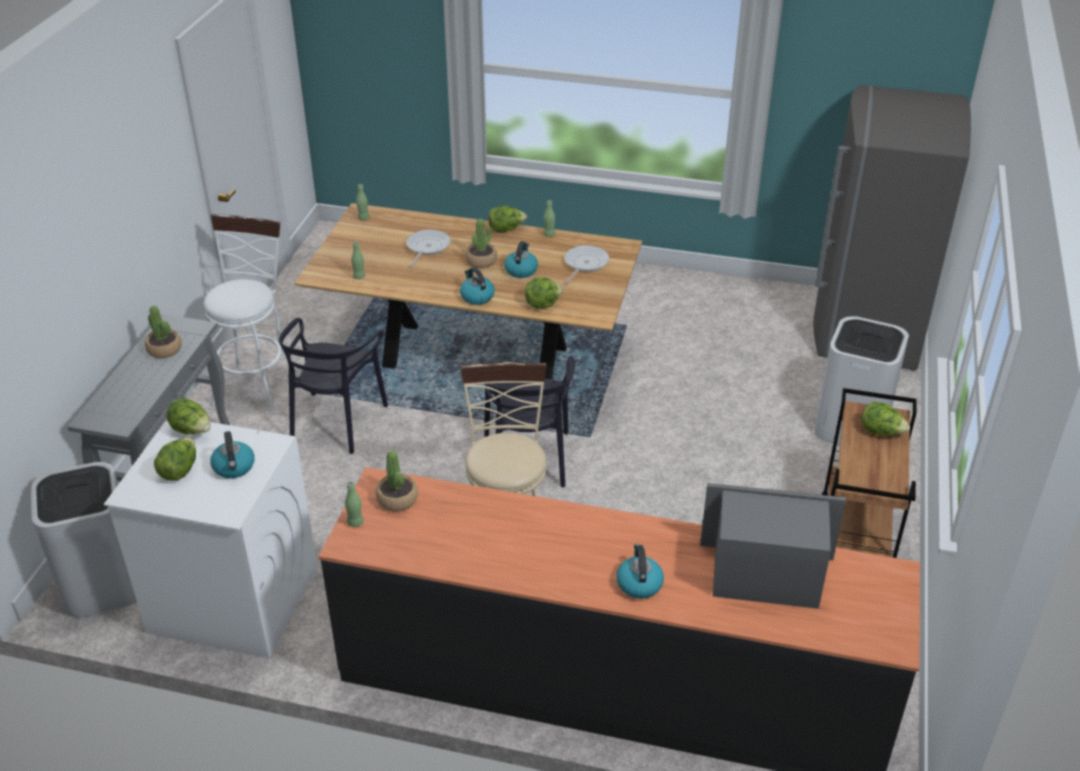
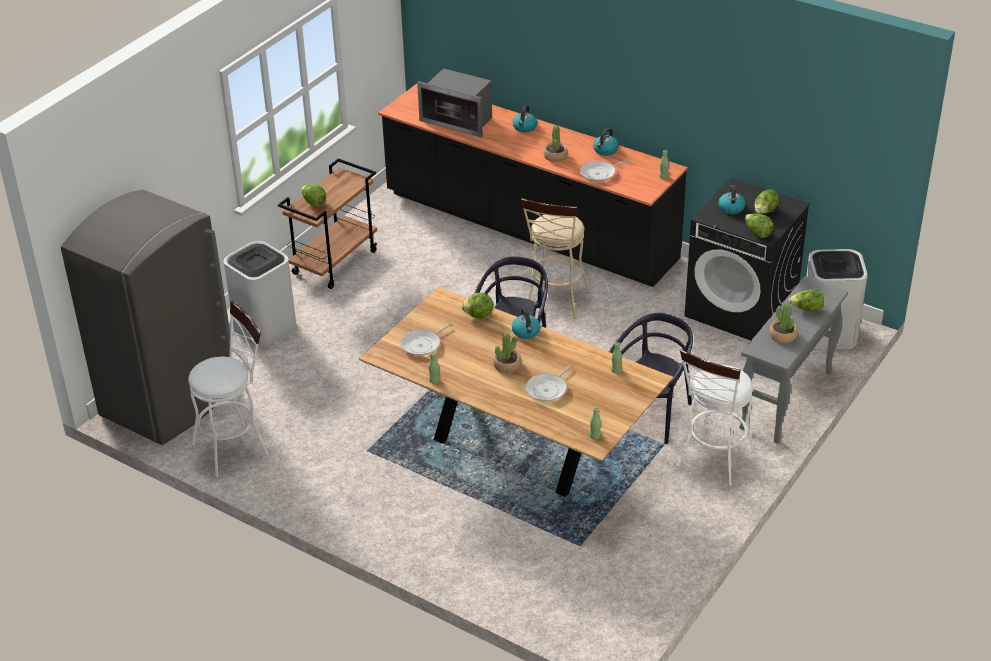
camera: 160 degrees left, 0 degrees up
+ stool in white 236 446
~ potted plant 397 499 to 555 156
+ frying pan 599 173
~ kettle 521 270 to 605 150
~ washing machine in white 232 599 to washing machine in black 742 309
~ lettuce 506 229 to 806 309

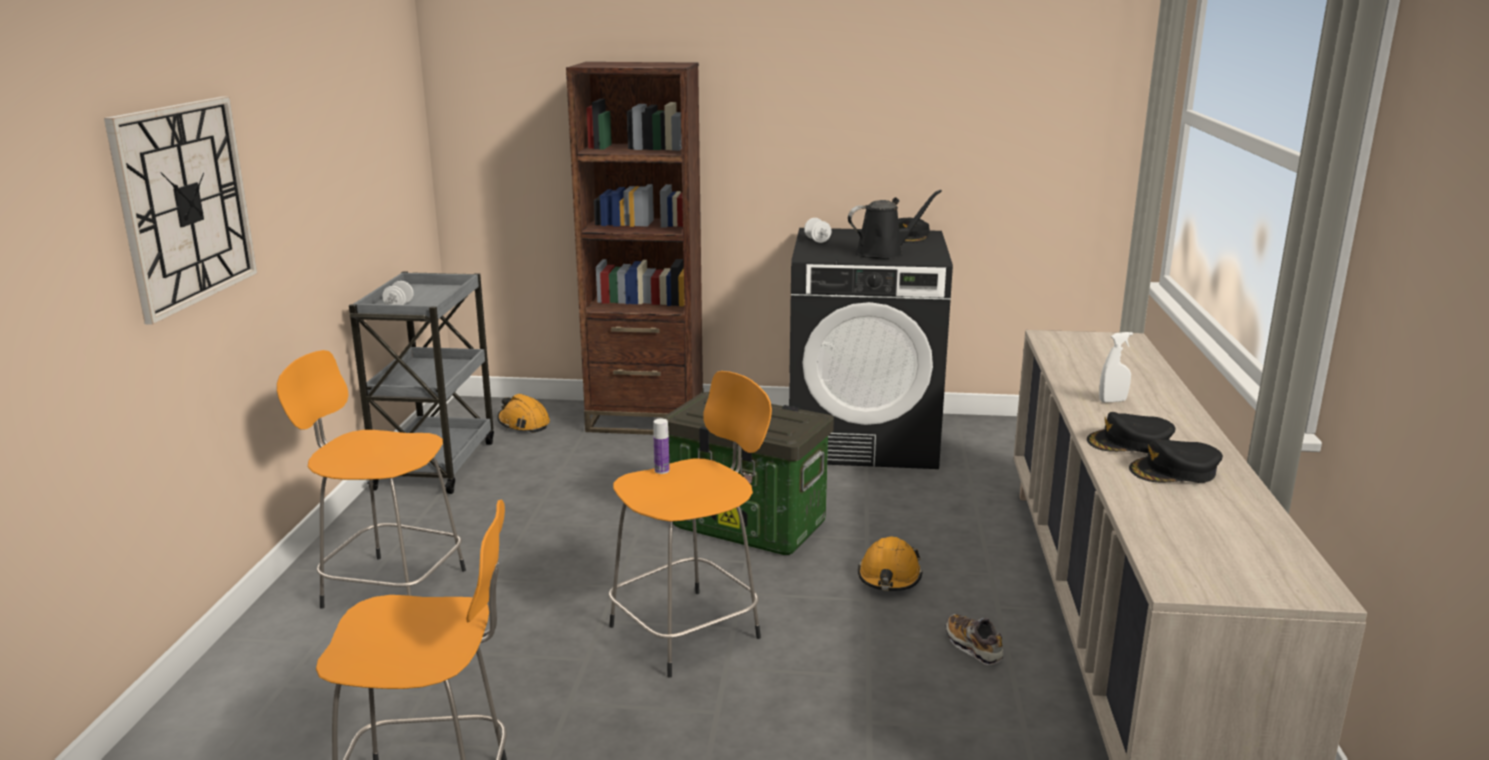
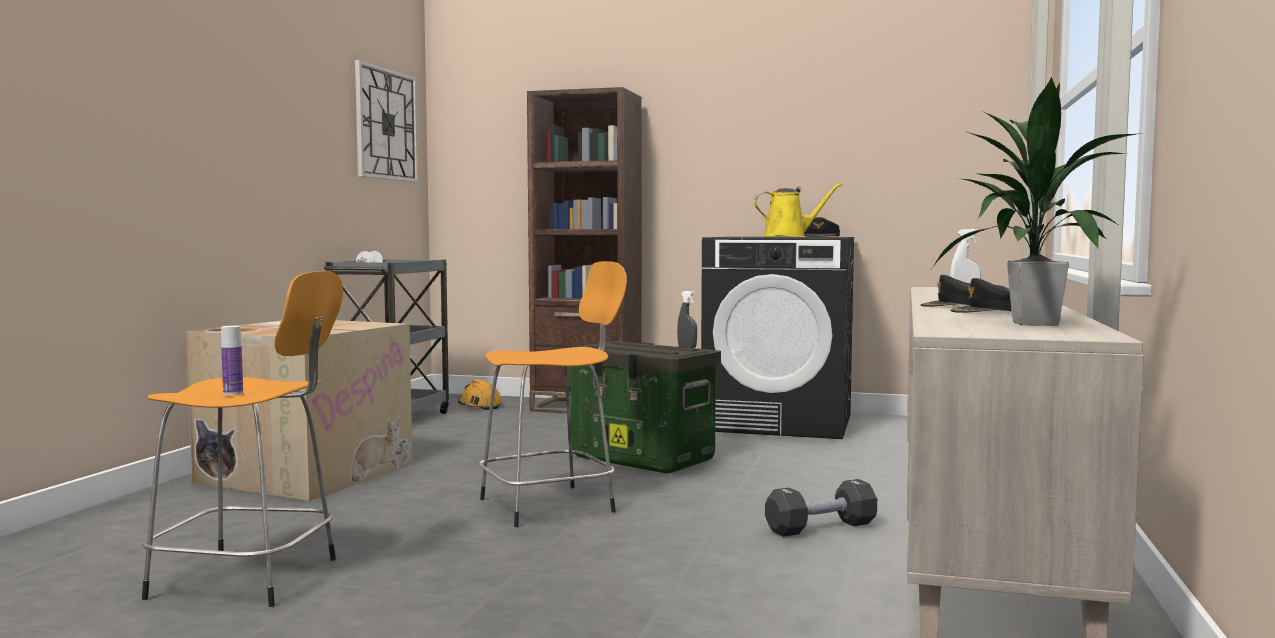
camera: 10 degrees right, 15 degrees down
~ stool in orange 390 587 to cardboard box 306 472
~ bottle 662 470 to 233 393
~ wall clock 185 204 to 386 124
+ spray bottle in grey 687 347
~ watering can in black 884 253 to watering can in yellow 789 236
~ shoe 973 647 to dumbbell in black 821 527
+ potted plant 1035 323
- dumbbell in white 817 240
- hard hat in orange 889 577

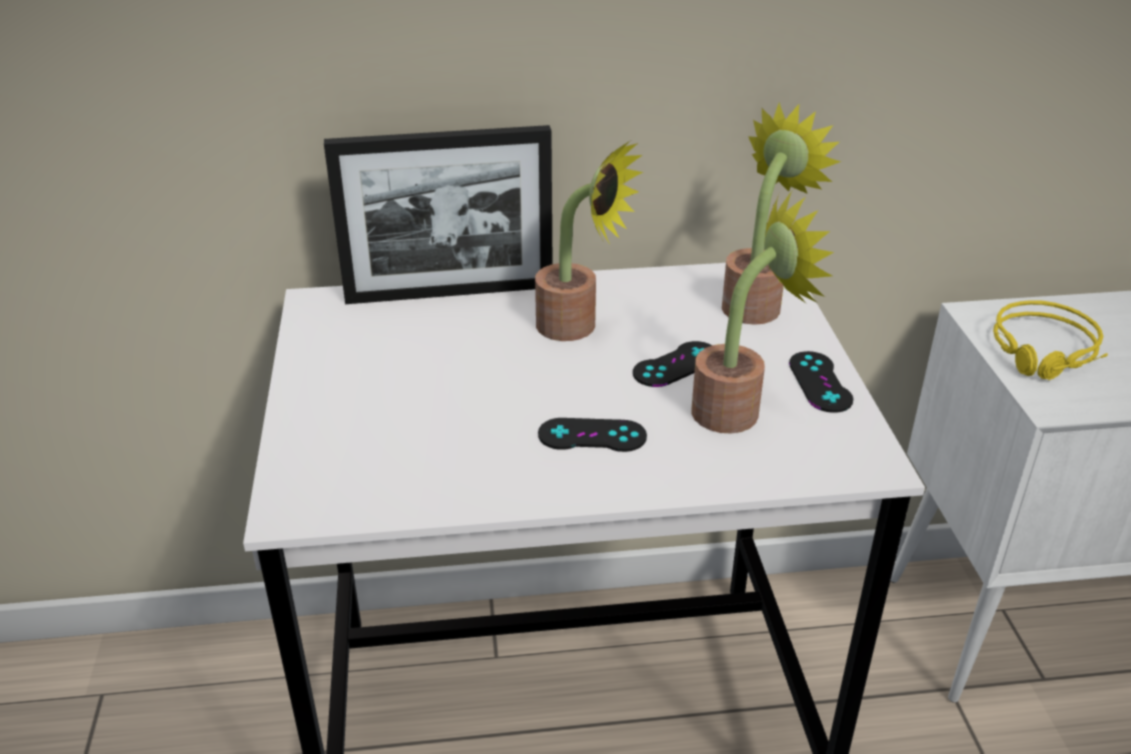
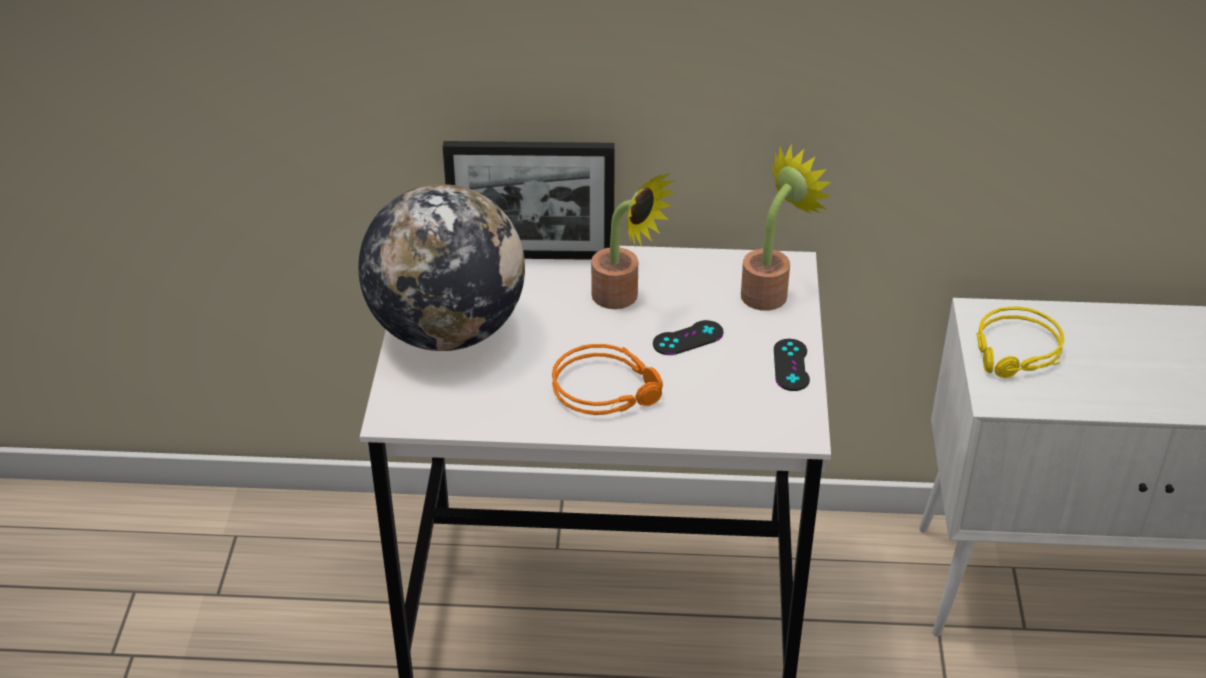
camera: 10 degrees right, 5 degrees up
+ globe 447 331
~ game controller in black 592 436 to headphones in orange 608 388
- potted plant 738 409

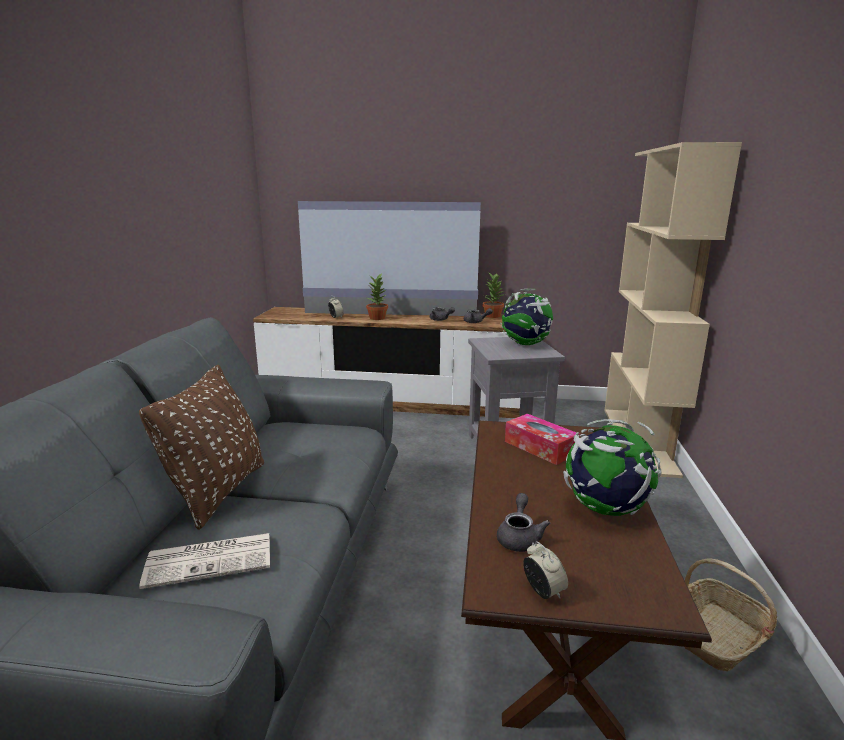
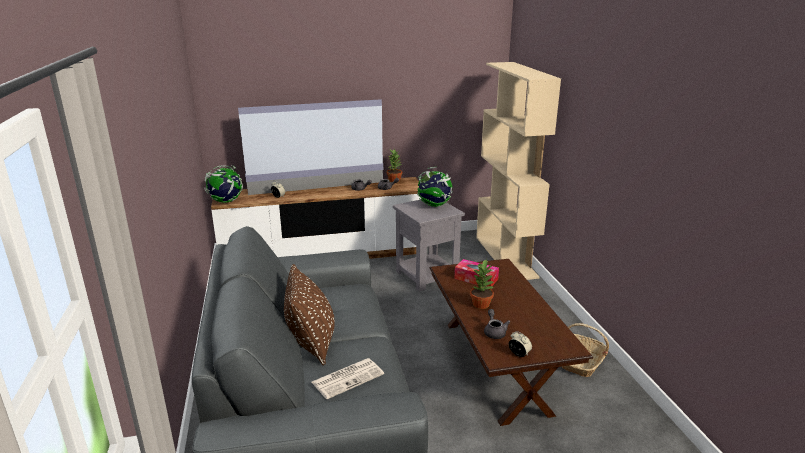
camera: 20 degrees left, 5 degrees up
~ globe 605 509 to 226 201
~ potted plant 378 318 to 481 304

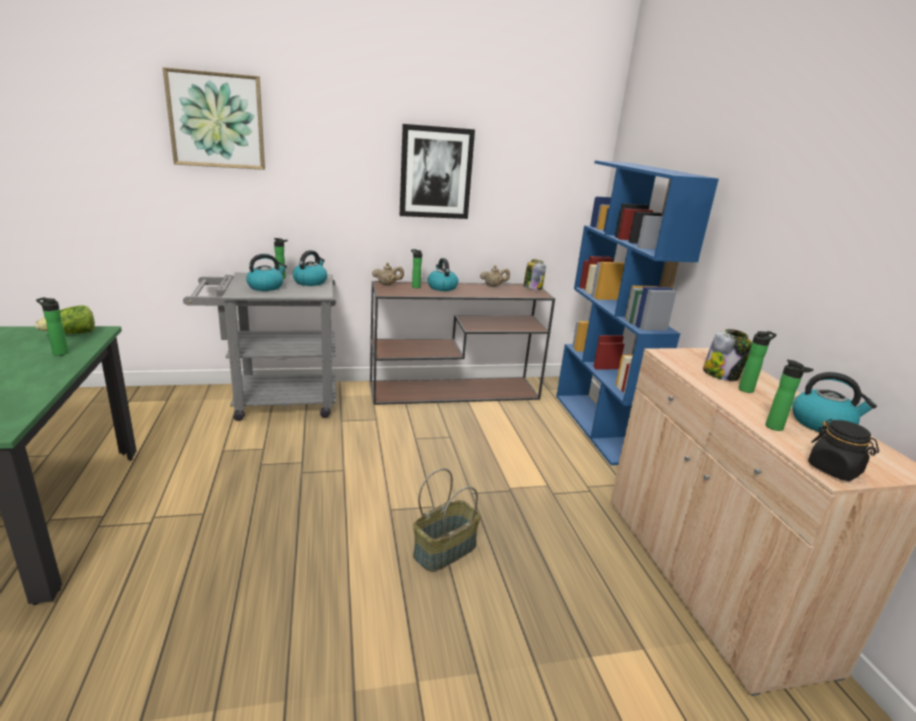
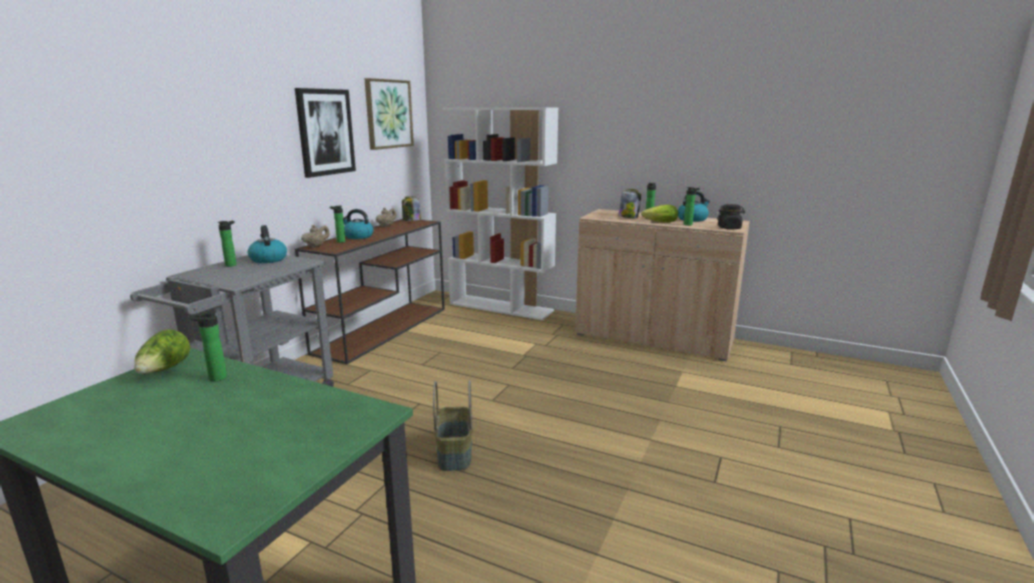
camera: 50 degrees left, 5 degrees down
~ picture 217 120 to 388 114
~ basket 444 549 to 454 453
~ bookcase in blue 598 427 to bookcase in white 501 307
+ lettuce 658 222
- kettle 266 287

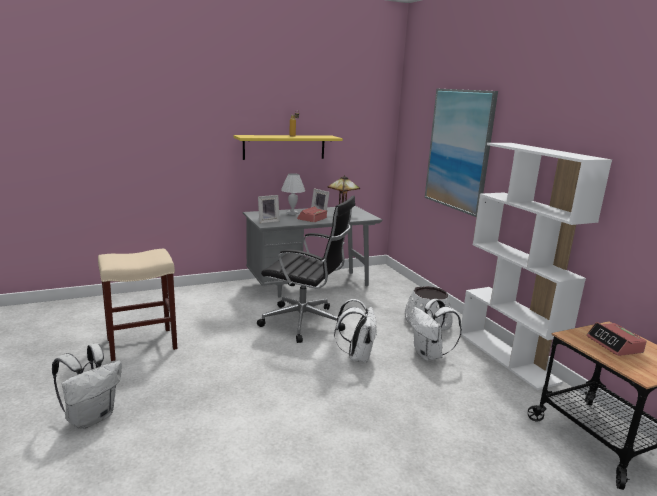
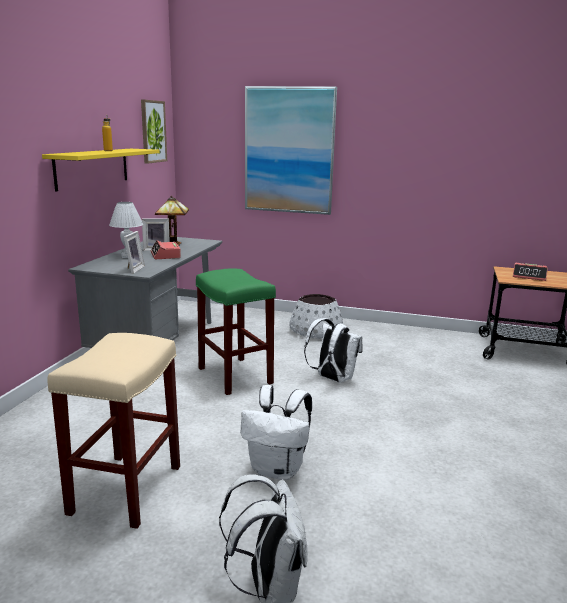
camera: 50 degrees left, 0 degrees up
+ picture 153 131
~ office chair in black 305 323 to stool in green 236 376
~ backpack in white 429 355 to 278 469
- bookcase in white 507 357

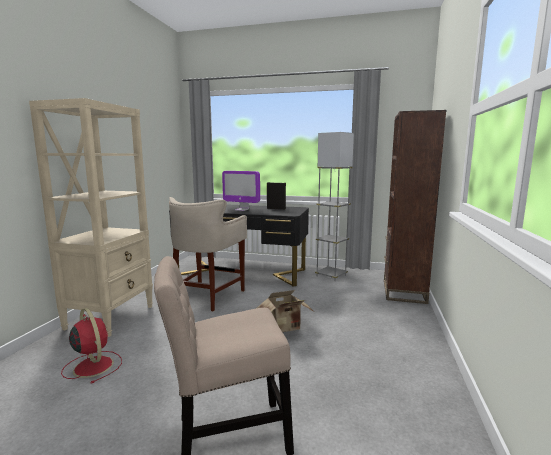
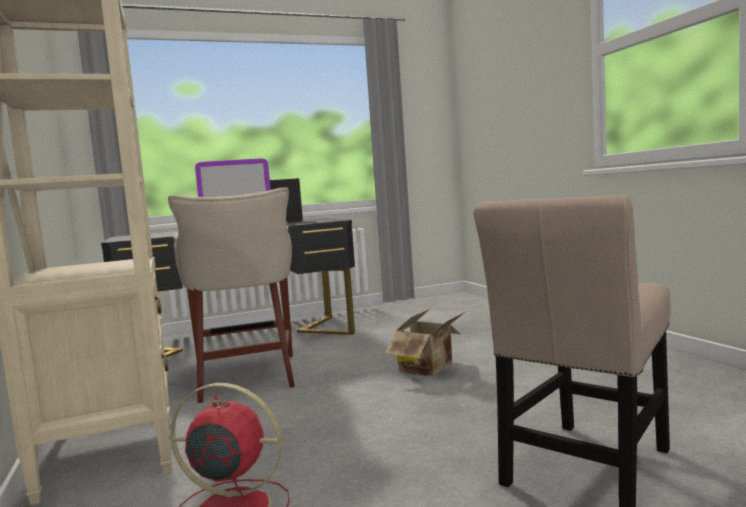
camera: 35 degrees left, 5 degrees down
- floor lamp in grey 331 276
- bookcase in brown 403 291

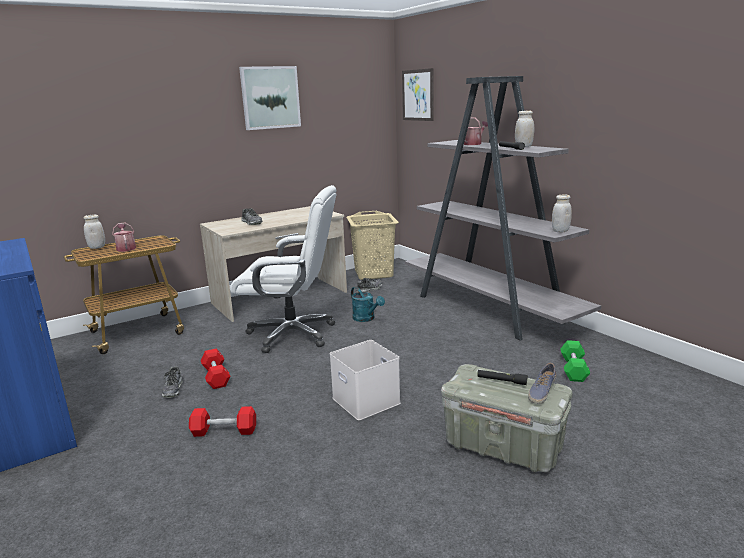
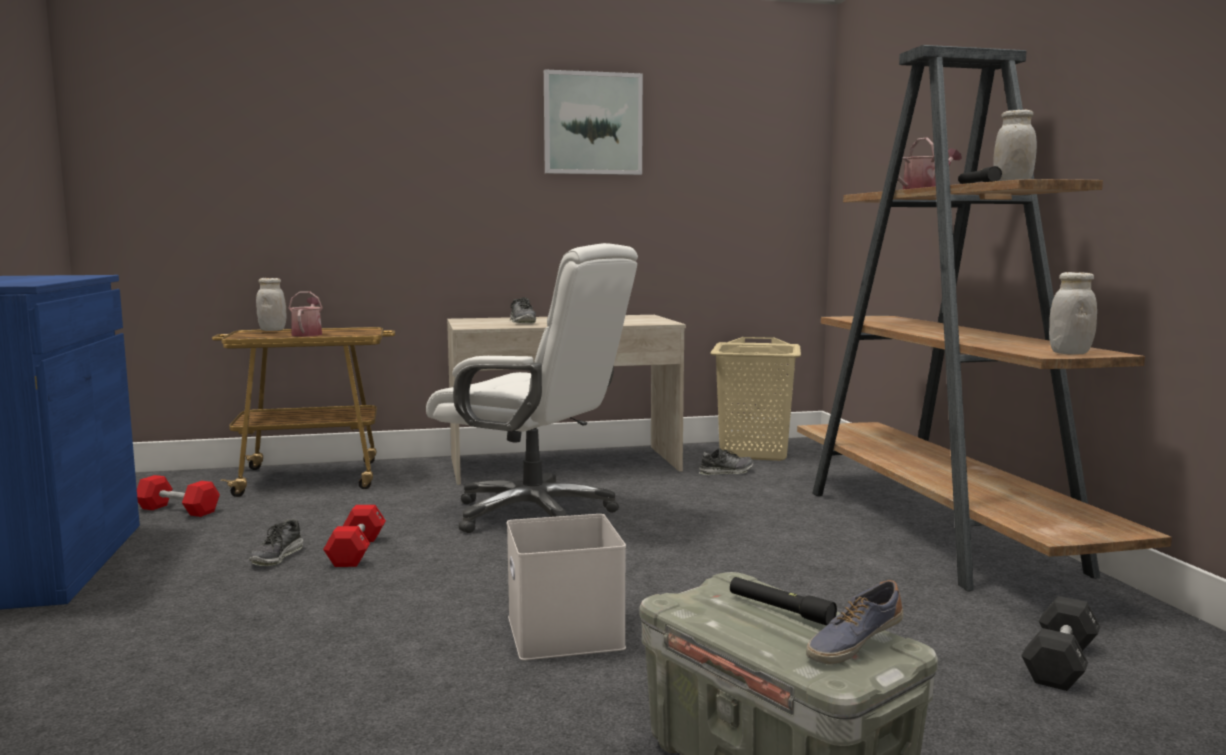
camera: 20 degrees right, 10 degrees down
~ dumbbell in red 224 431 to 178 510
~ bookcase in grey 490 309 to bookcase in brown 940 532
~ dumbbell in green 573 369 to dumbbell in black 1060 663
- watering can in turquoise 366 319
- picture 417 95

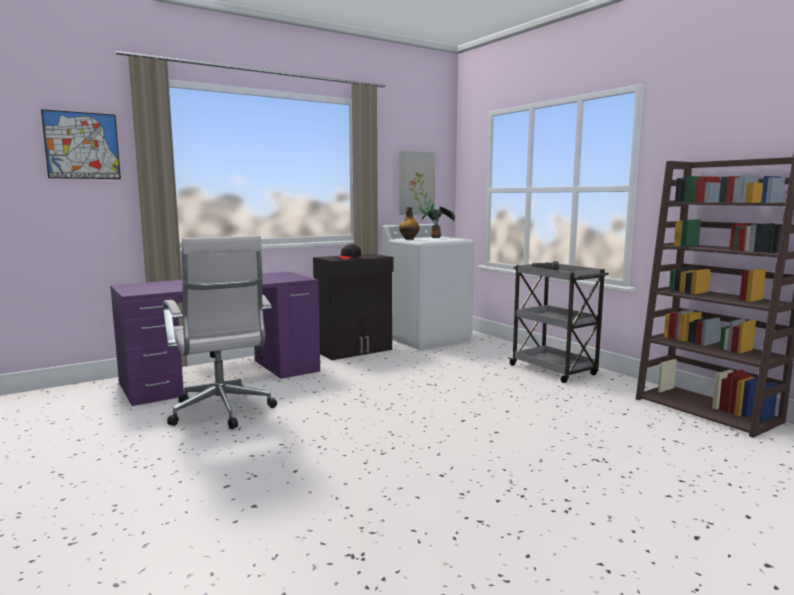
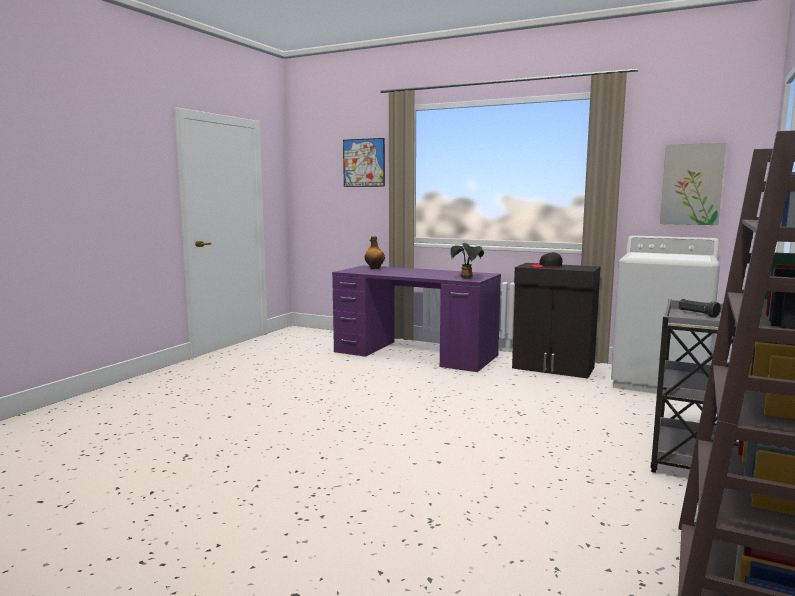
camera: 60 degrees right, 0 degrees up
~ bottle 409 239 to 374 268
~ potted plant 437 238 to 467 278
- office chair in white 222 412

